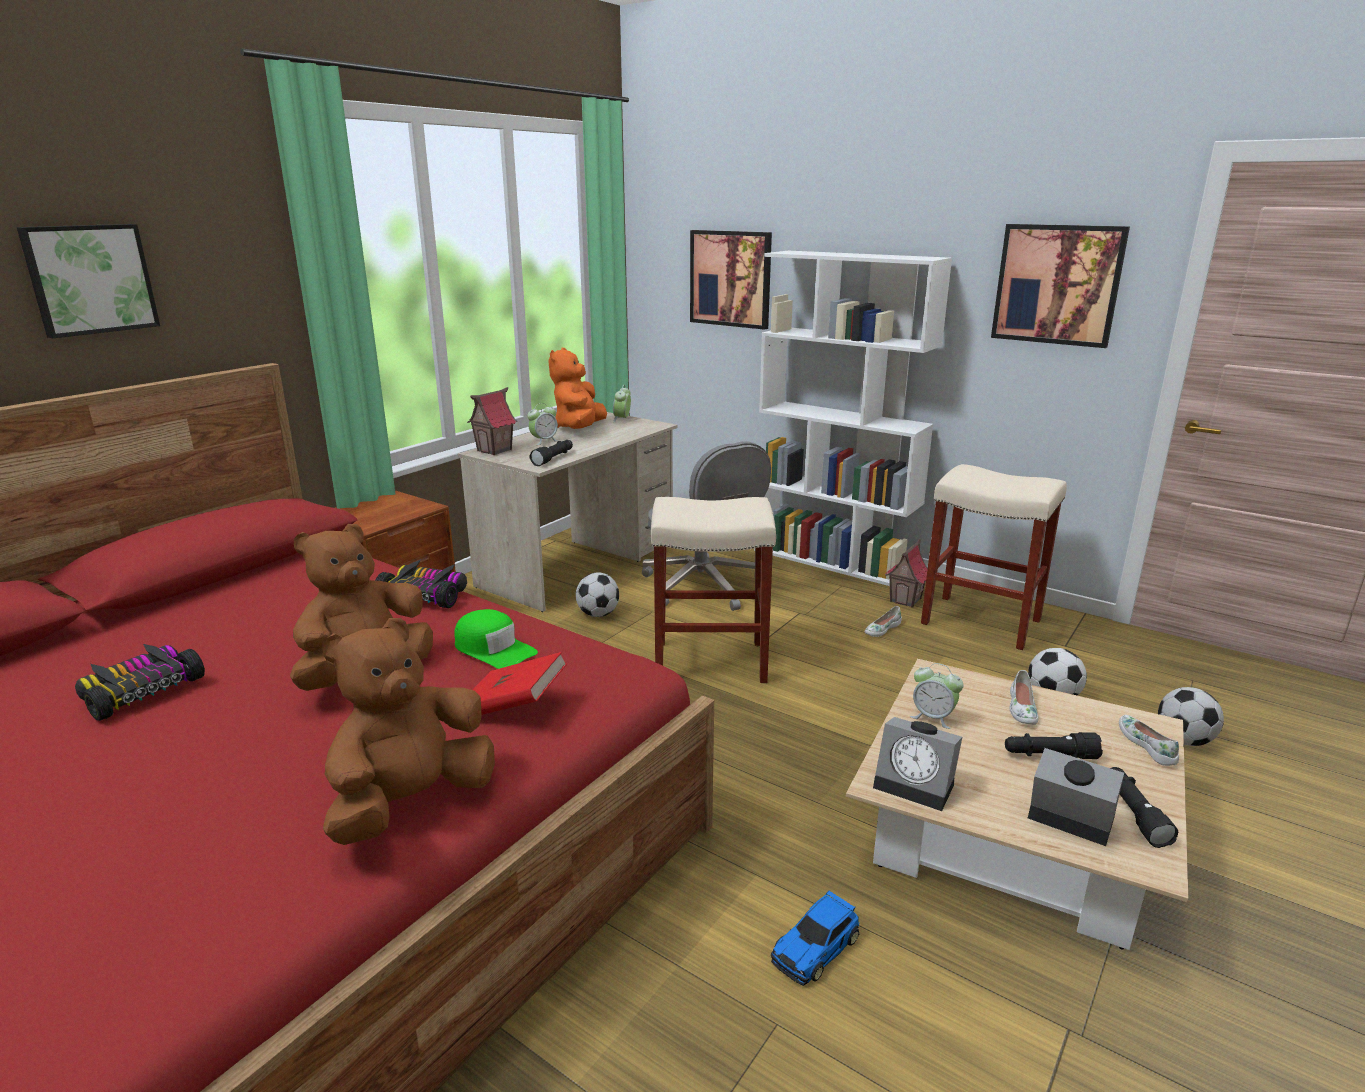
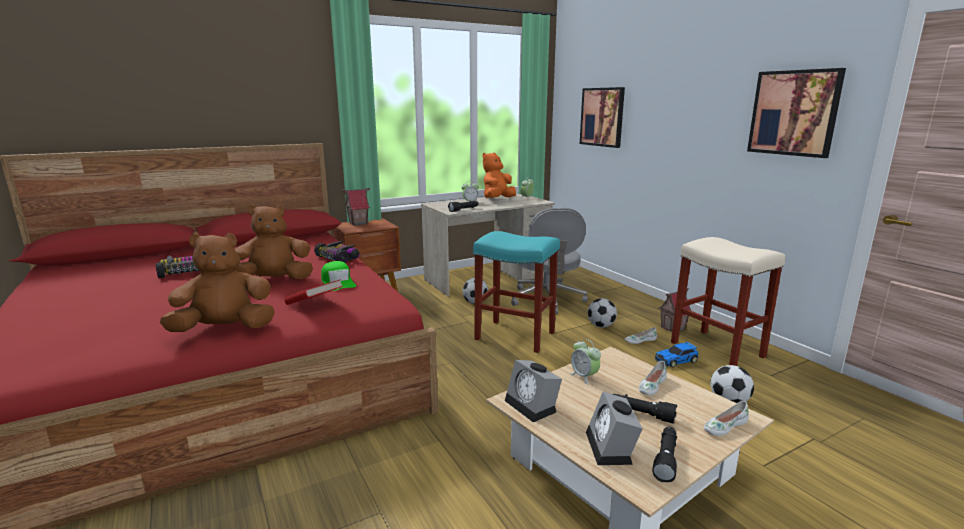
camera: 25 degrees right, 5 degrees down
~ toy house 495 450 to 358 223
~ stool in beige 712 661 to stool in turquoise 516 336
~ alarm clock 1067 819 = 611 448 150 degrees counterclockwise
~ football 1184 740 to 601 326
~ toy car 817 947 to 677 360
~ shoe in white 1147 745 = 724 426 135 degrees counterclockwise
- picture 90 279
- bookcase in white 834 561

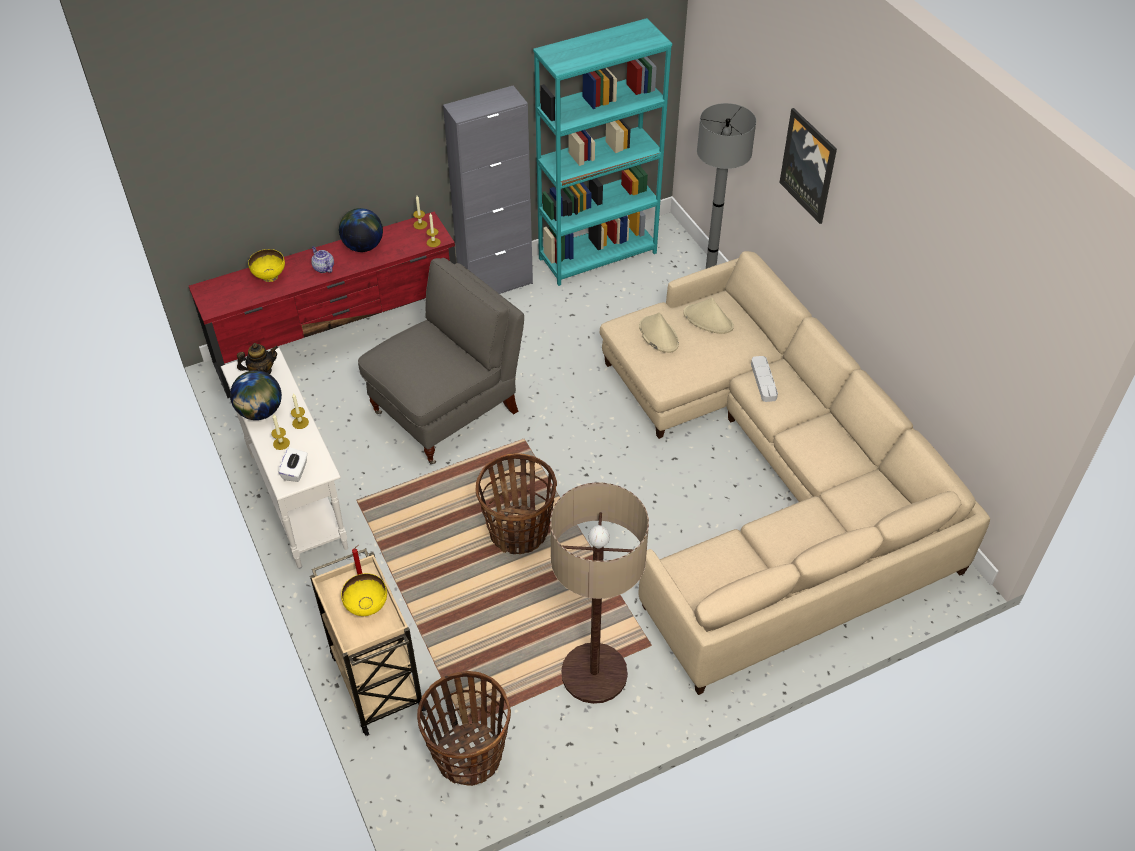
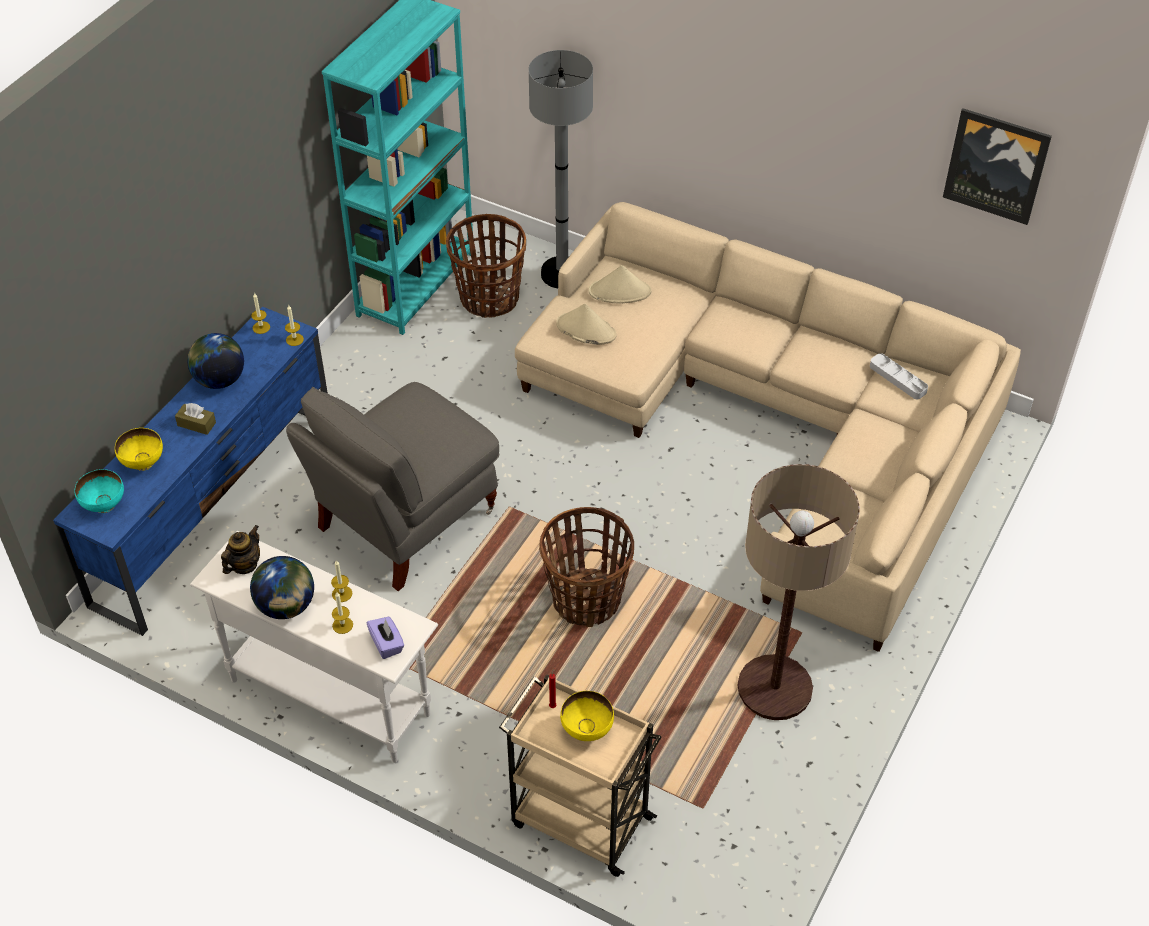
camera: 35 degrees left, 0 degrees up
~ tv stand in red 340 341 to tv stand in blue 216 509
+ bowl in turquoise 104 505
~ teapot 323 268 to tissue box in brown 196 424
~ armchair in grey 447 411 = 405 521 150 degrees counterclockwise
~ tissue box in white 295 471 to tissue box in purple 387 644
~ basket 468 754 to 488 298
~ tray in grey 763 381 to 898 379
~ picture 809 165 to 996 165
- cabinet in grey 496 284

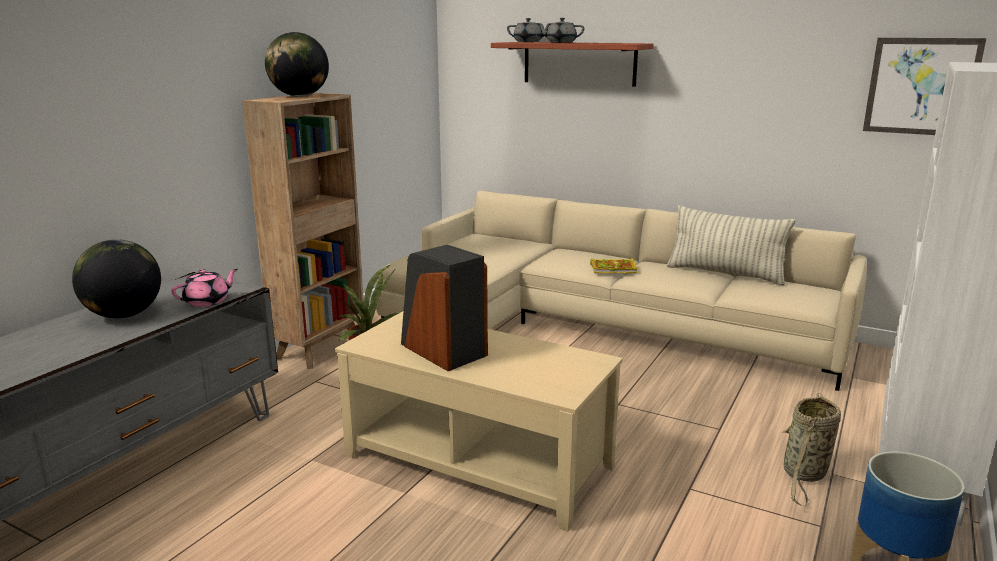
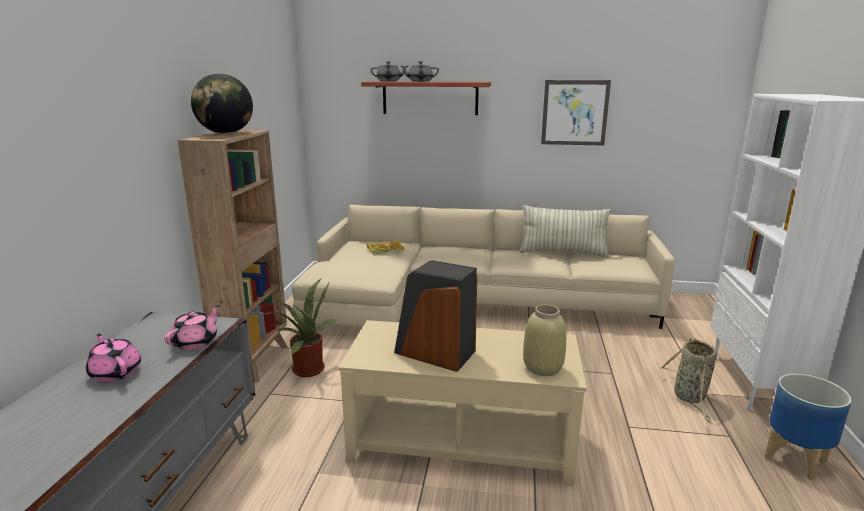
camera: 20 degrees left, 0 degrees up
~ globe 124 315 to teapot in pink 115 372
~ book 614 269 to 386 249
+ vase in beige 542 368
~ picture 921 86 to 574 113

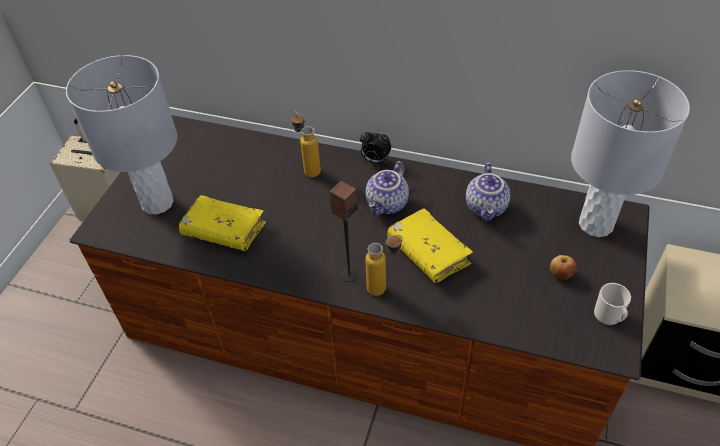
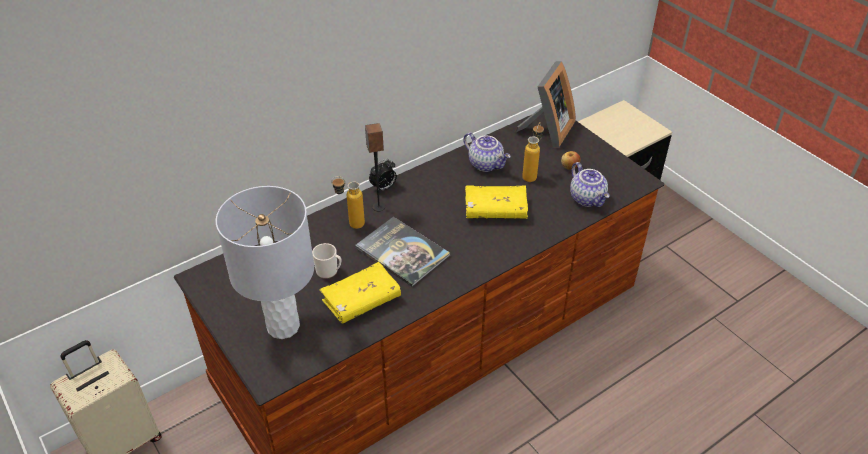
camera: 55 degrees left, 5 degrees down
~ mug 609 317 to 329 271
+ book 402 252
~ speaker 349 275 to 378 207
~ table lamp in grey 596 224 to picture frame 547 131
~ bottle 384 287 to 531 174
~ teapot 388 204 to 588 198

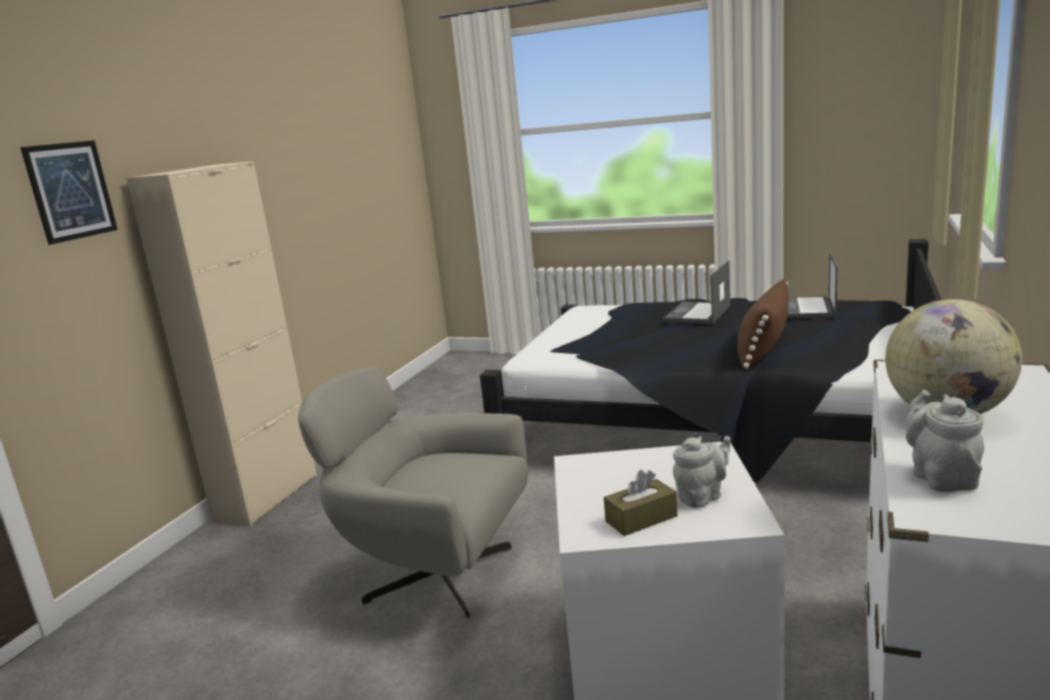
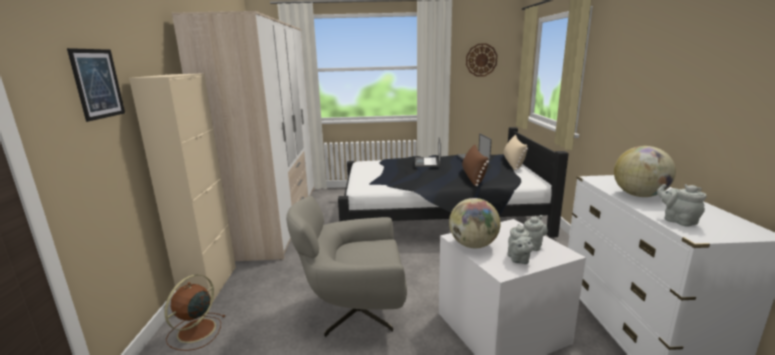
camera: 25 degrees left, 0 degrees up
+ fan in brown 195 331
+ wardrobe 276 218
+ globe 473 245
+ wall clock 481 60
+ pillow in beige 513 163
~ tissue box in brown 641 519 to teapot in grey 518 259

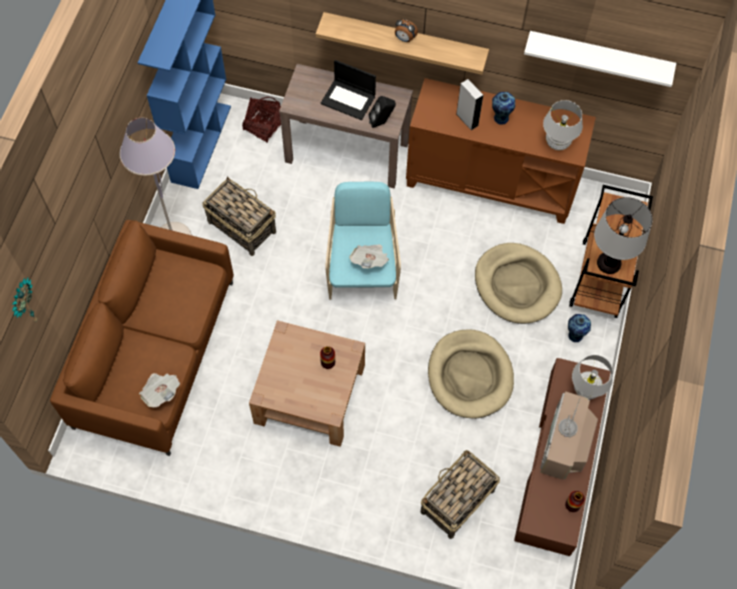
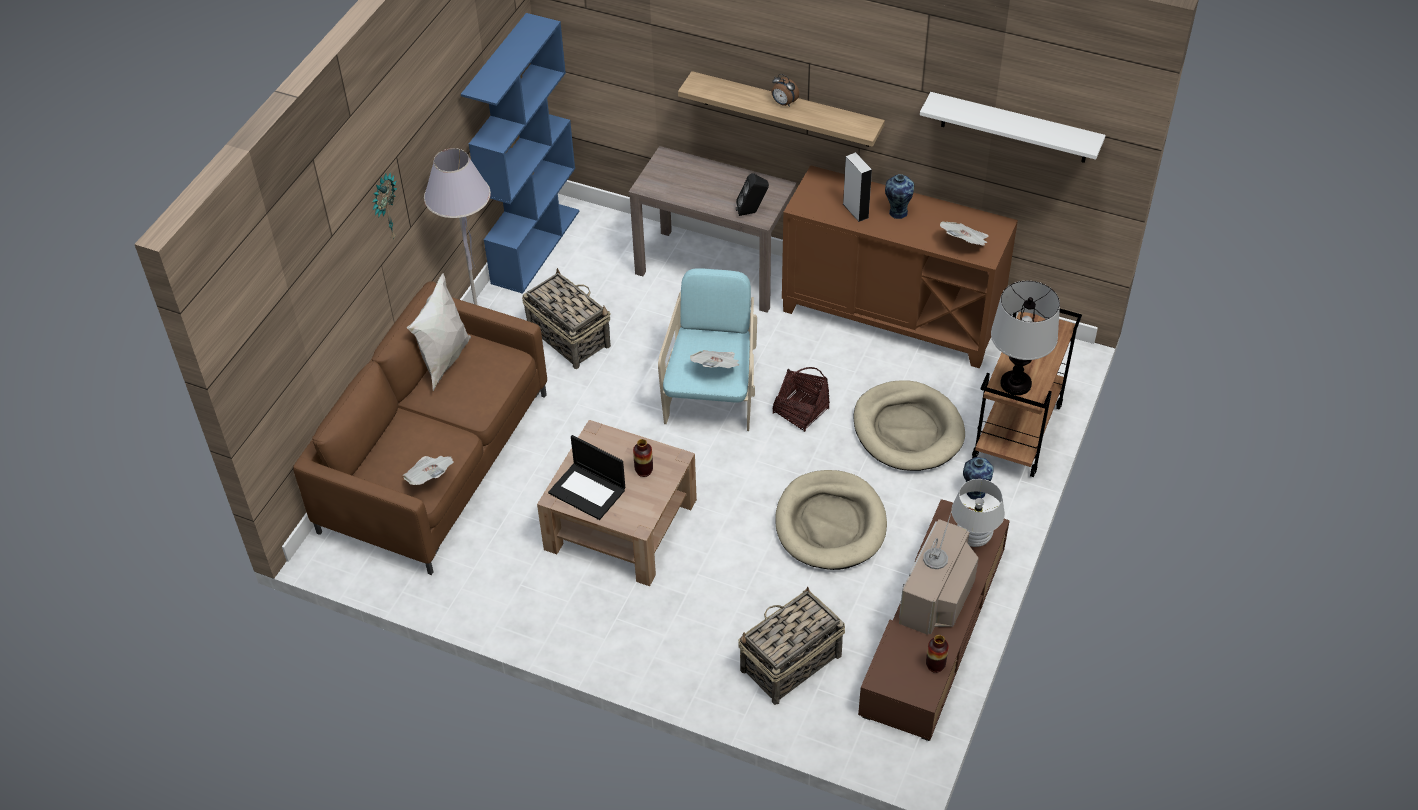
camera: 10 degrees right, 15 degrees down
~ wall clock 23 304 to 384 208
+ pillow in white 445 359
~ laptop 349 99 to 588 491
~ basket 263 126 to 801 411
~ table lamp in white 557 143 to newspaper 964 243

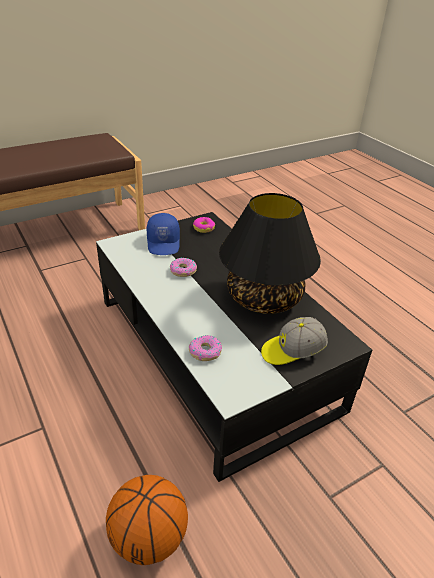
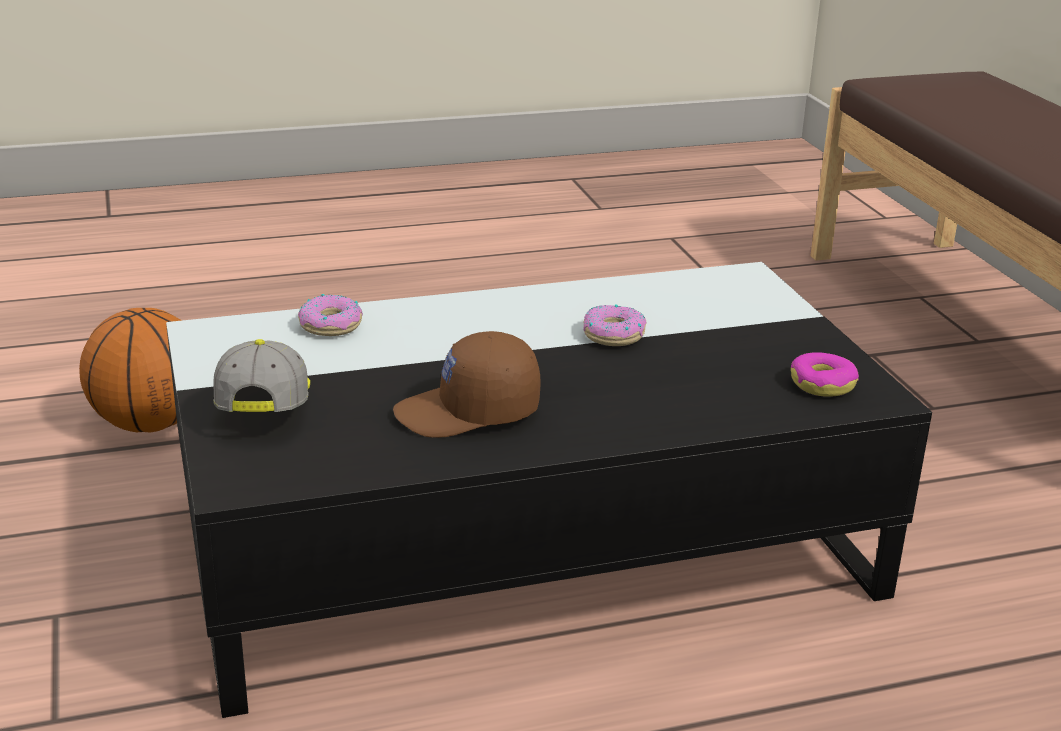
camera: 105 degrees right, 10 degrees down
~ table lamp in black 264 297 to cap in brown 468 413
- cap in blue 164 243

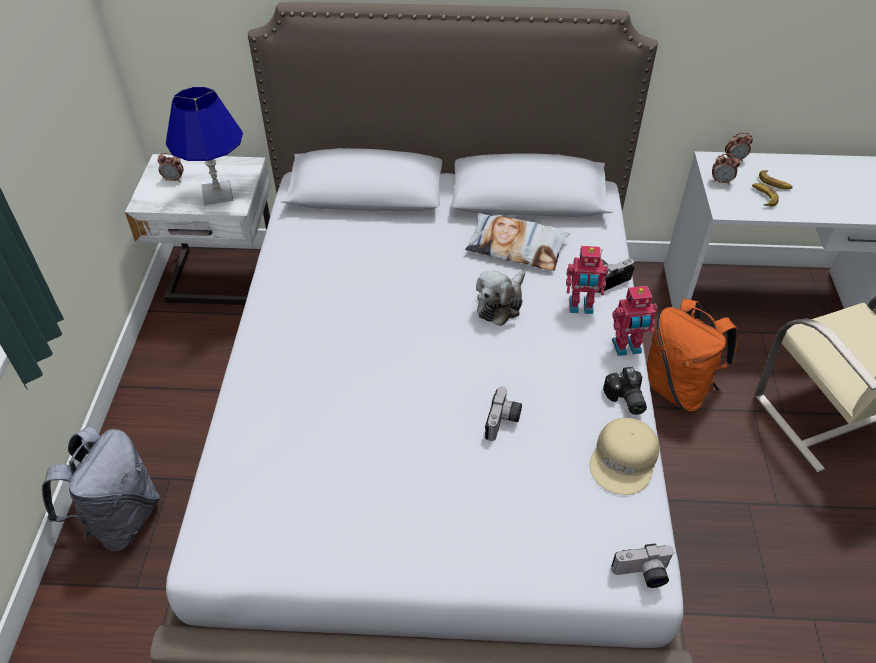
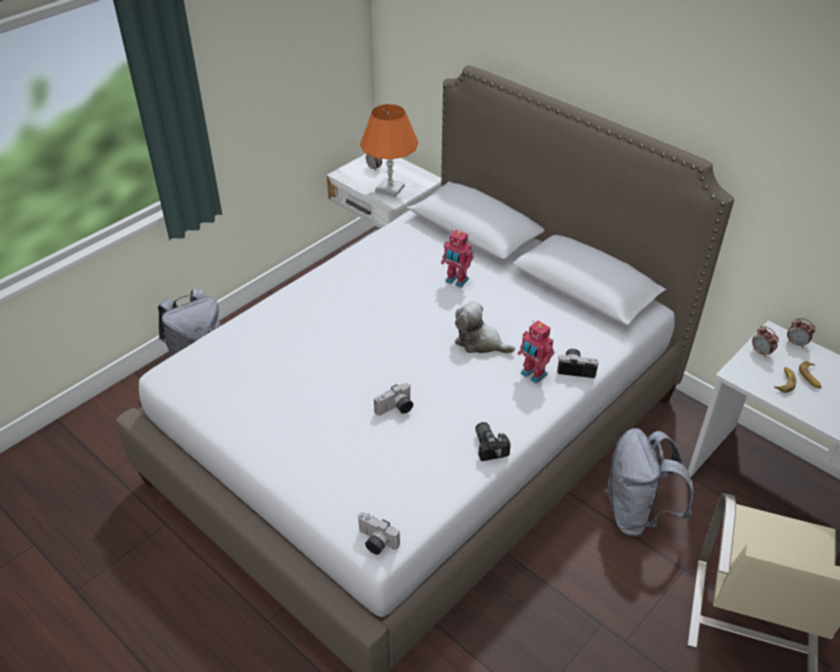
camera: 40 degrees right, 5 degrees down
~ table lamp in blue 218 194 to table lamp in orange 390 189
~ toy robot 627 348 to 456 281
~ plush toy 501 304 = 480 342 45 degrees clockwise
~ photo camera 625 399 = 490 445 135 degrees clockwise
~ backpack in orange 677 388 to backpack in grey 637 514
- pillow 516 247
- cap in beige 624 460

